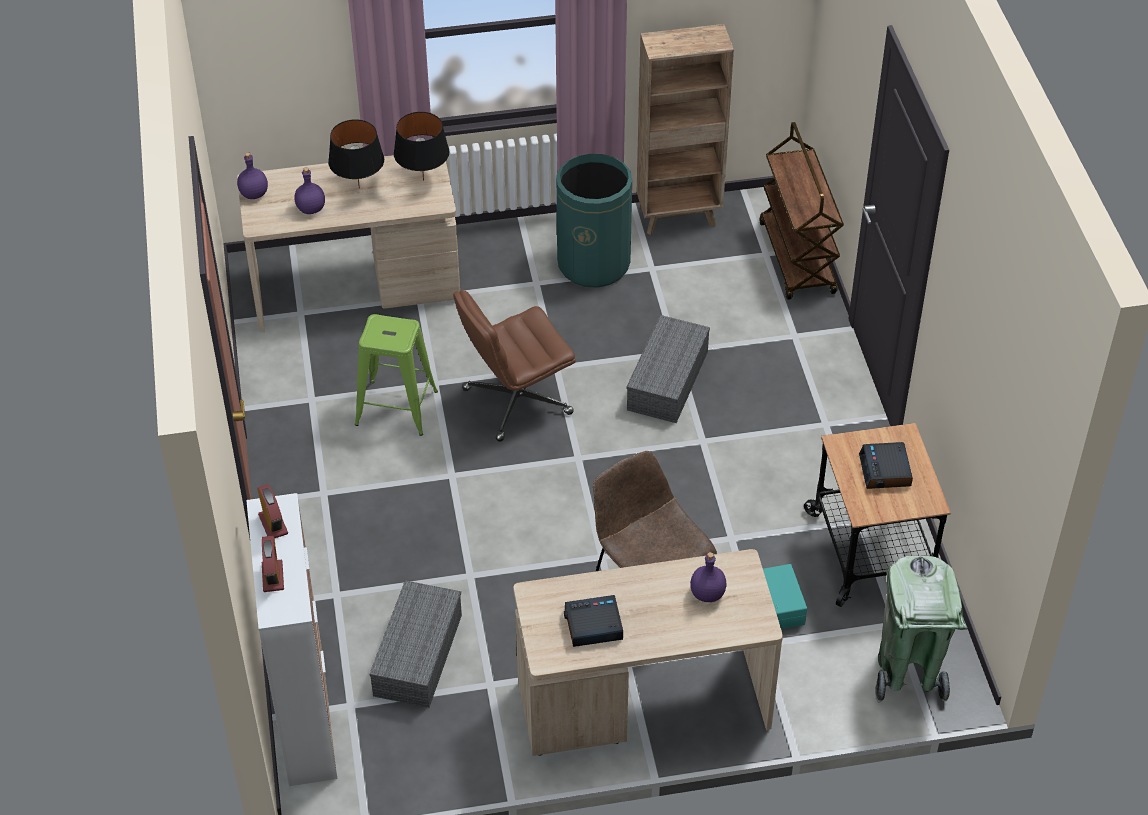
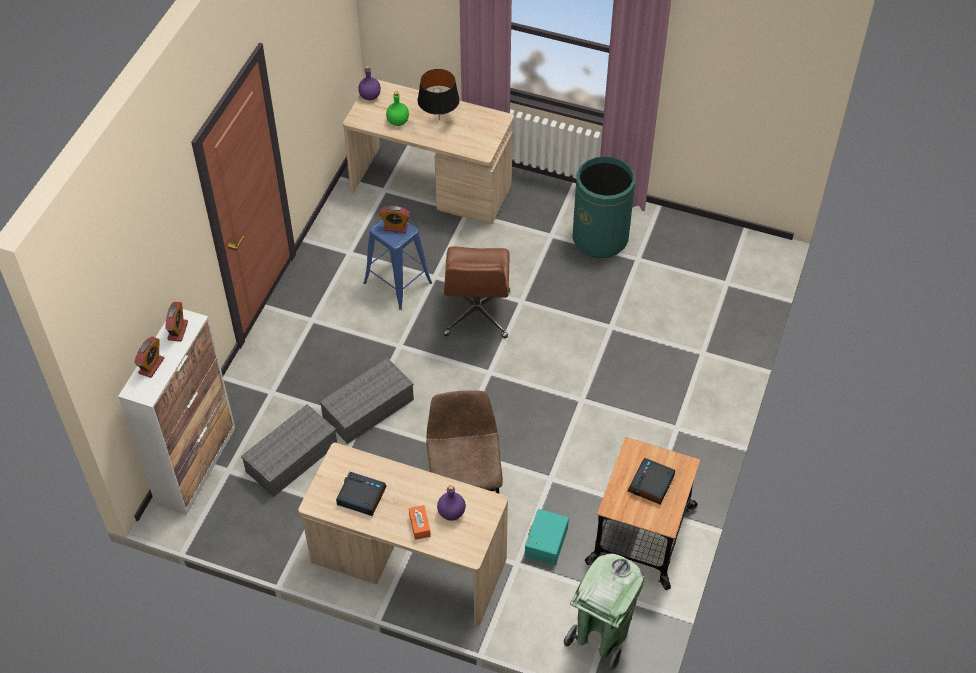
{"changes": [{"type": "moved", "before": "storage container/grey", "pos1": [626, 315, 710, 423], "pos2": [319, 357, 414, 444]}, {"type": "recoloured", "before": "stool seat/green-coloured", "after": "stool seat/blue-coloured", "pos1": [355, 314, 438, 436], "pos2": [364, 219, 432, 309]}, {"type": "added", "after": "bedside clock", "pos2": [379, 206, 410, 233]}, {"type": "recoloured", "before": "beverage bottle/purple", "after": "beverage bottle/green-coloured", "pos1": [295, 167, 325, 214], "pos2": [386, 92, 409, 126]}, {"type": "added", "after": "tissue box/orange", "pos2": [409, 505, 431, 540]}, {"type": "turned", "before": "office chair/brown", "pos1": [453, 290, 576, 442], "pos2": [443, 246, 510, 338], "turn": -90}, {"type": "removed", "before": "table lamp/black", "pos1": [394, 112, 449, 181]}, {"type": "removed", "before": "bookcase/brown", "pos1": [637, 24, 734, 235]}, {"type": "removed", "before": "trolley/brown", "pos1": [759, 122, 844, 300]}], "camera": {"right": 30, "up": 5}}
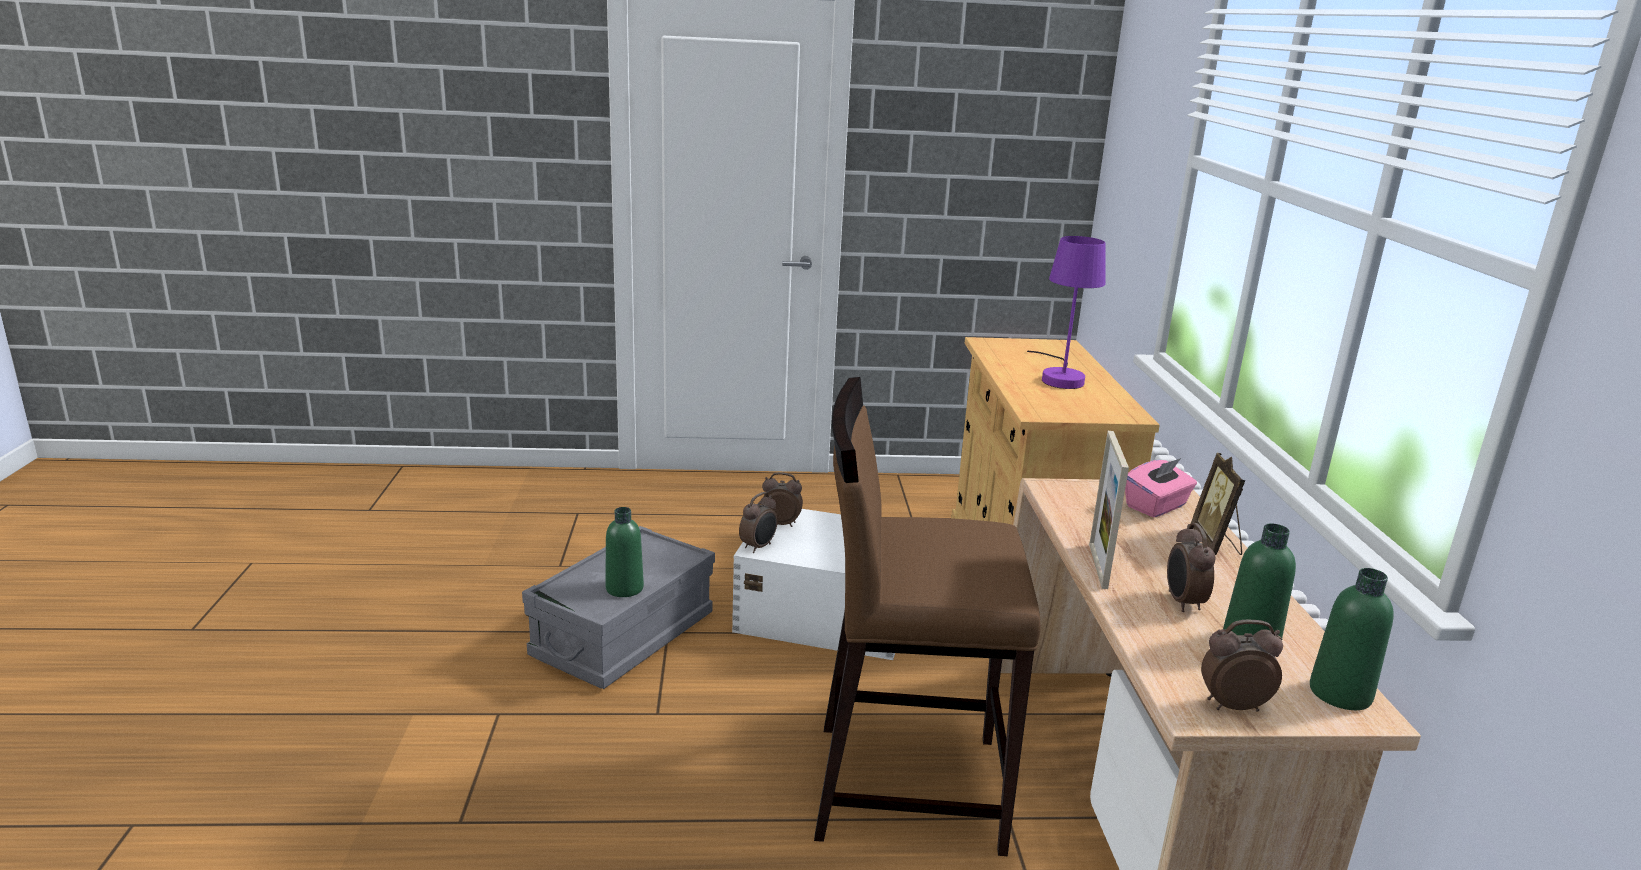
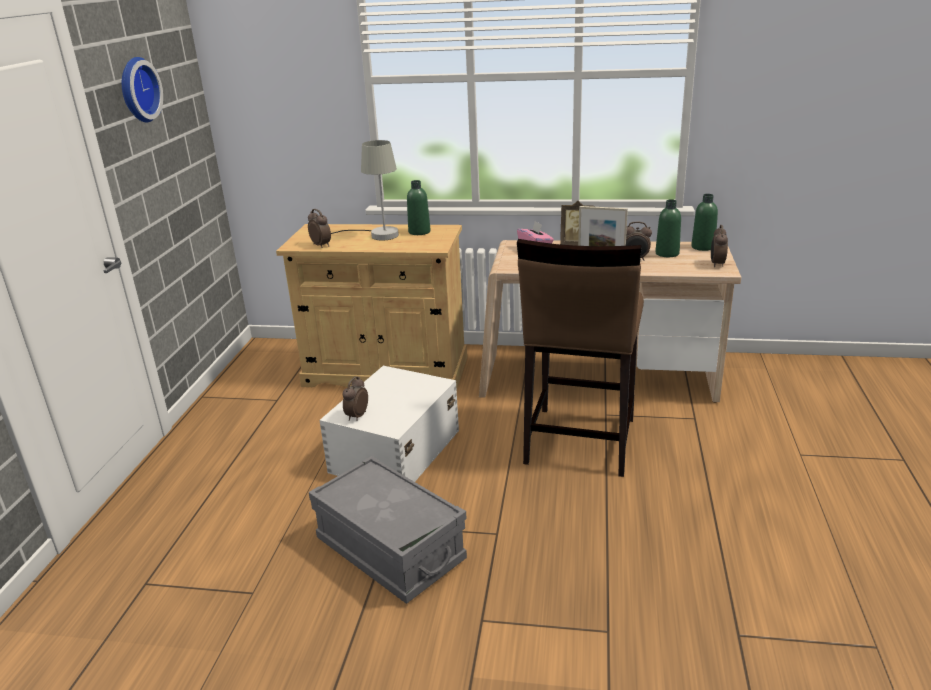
{"changes": [{"type": "added", "after": "clock on the wall", "pos2": [122, 57, 163, 122]}, {"type": "moved", "before": "bedside clock", "pos1": [739, 492, 778, 553], "pos2": [308, 209, 331, 248]}, {"type": "recoloured", "before": "table lamp/purple", "after": "table lamp/grey", "pos1": [1027, 236, 1105, 389], "pos2": [331, 140, 399, 240]}, {"type": "moved", "before": "beverage bottle/green-coloured", "pos1": [605, 507, 644, 597], "pos2": [407, 180, 431, 235]}], "camera": {"right": -75, "up": 5}}
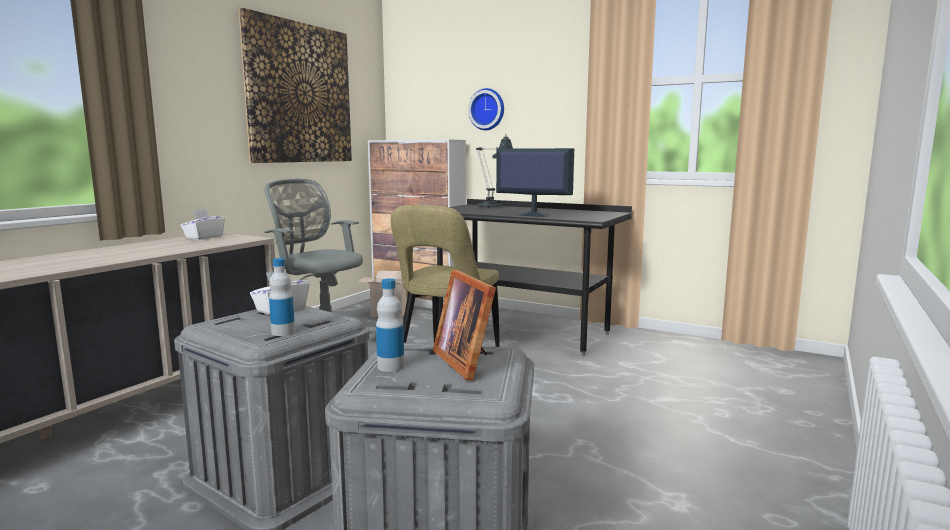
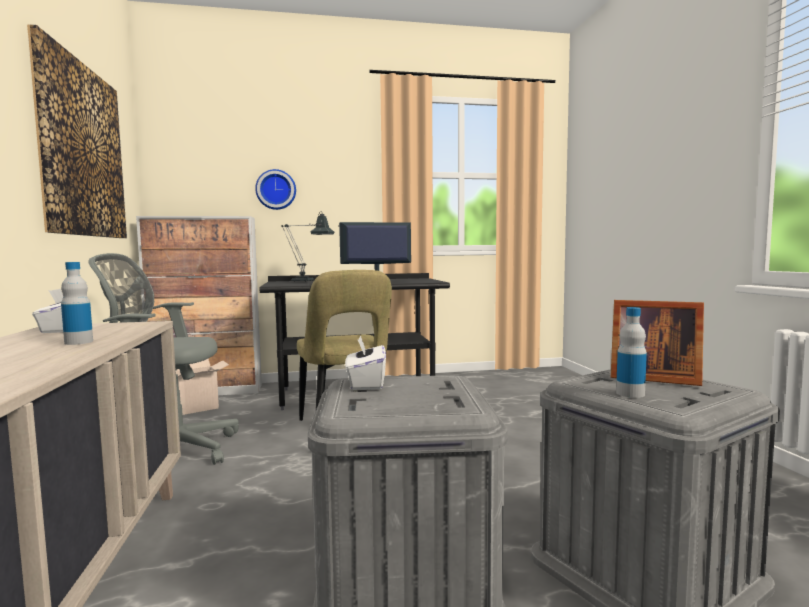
{"changes": [{"type": "moved", "before": "beverage bottle", "pos1": [269, 258, 295, 336], "pos2": [61, 262, 93, 345]}], "camera": {"right": -40, "up": -5}}
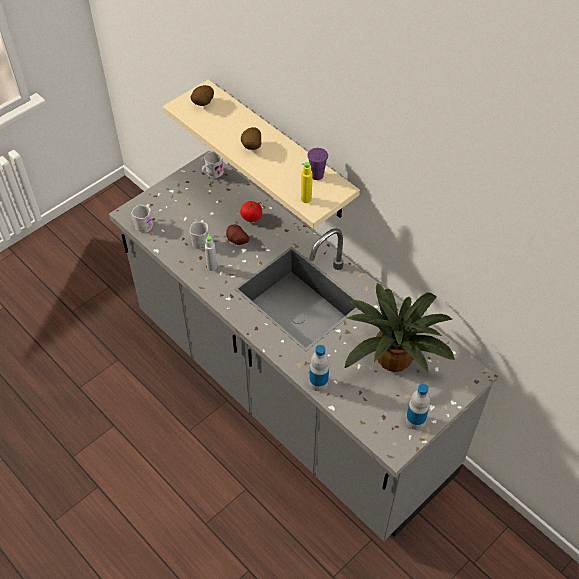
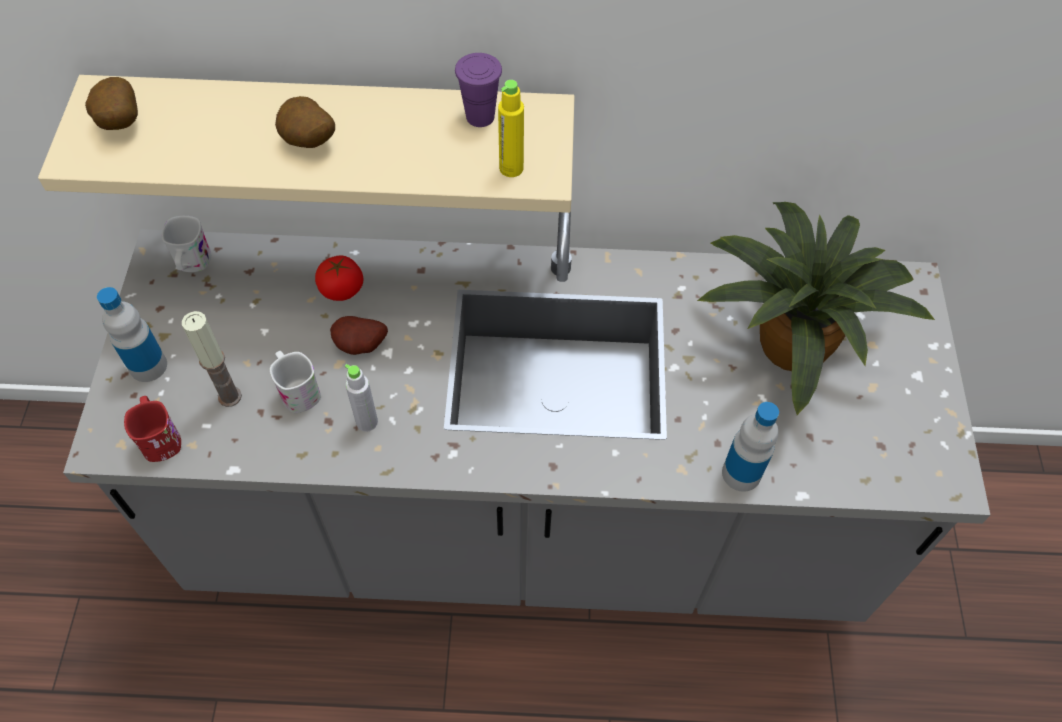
{"changes": [{"type": "moved", "before": "beverage bottle", "pos1": [406, 384, 430, 430], "pos2": [97, 287, 167, 382]}, {"type": "recoloured", "before": "tea mug/whitish", "after": "tea mug/red", "pos1": [132, 204, 153, 233], "pos2": [124, 396, 181, 462]}, {"type": "added", "after": "wax candle", "pos2": [182, 311, 242, 407]}], "camera": {"right": -45, "up": 5}}
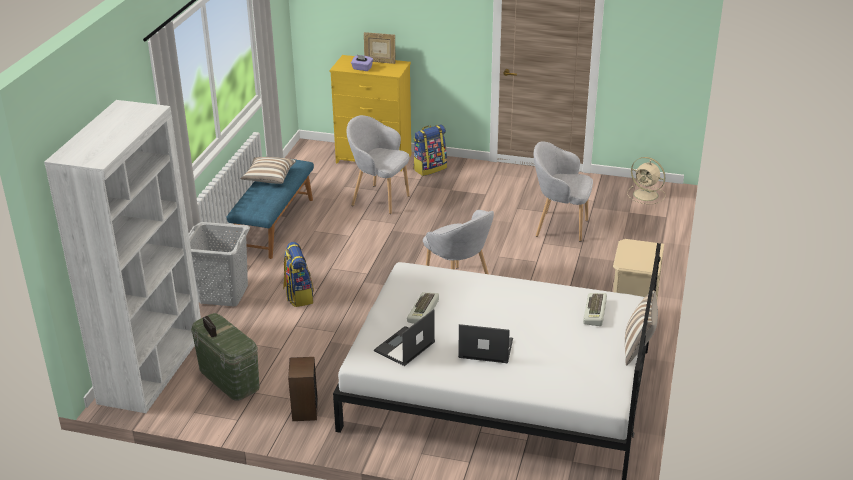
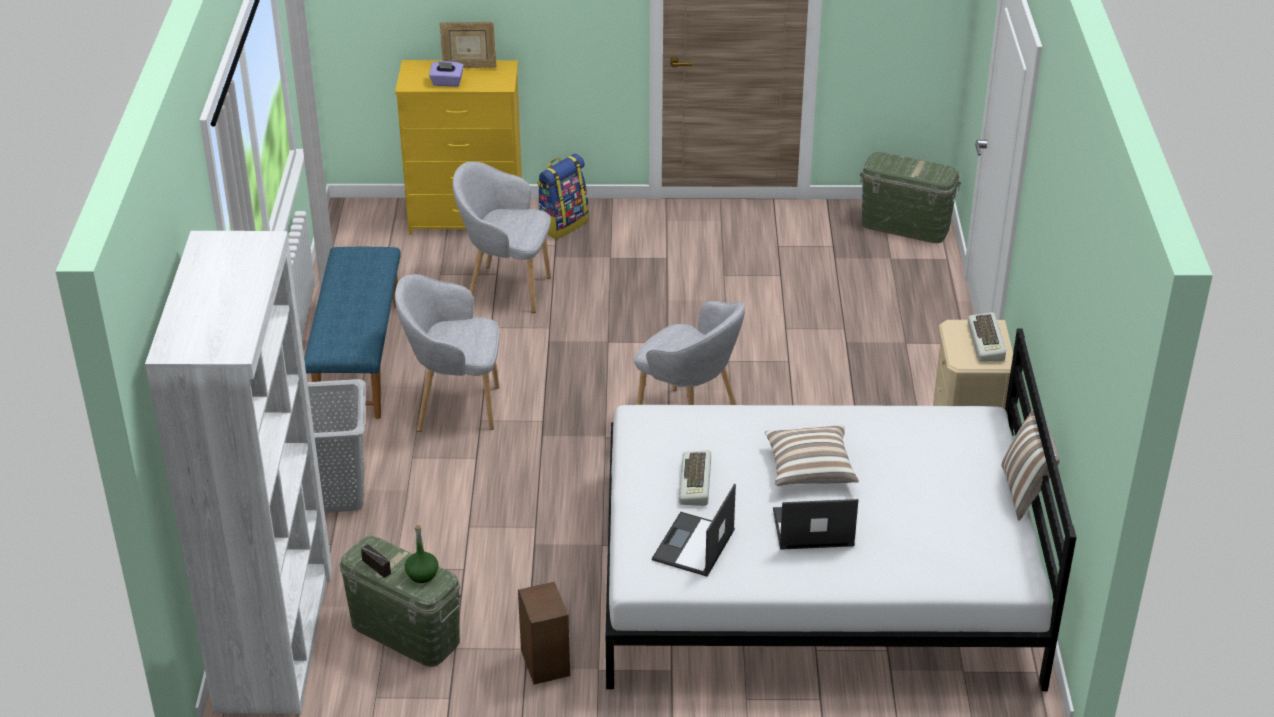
{"changes": [{"type": "moved", "before": "armchair/grey", "pos1": [534, 141, 593, 241], "pos2": [395, 274, 499, 432]}, {"type": "added", "after": "beverage bottle/green-coloured", "pos2": [405, 525, 439, 583]}, {"type": "moved", "before": "throw pillow", "pos1": [240, 157, 296, 184], "pos2": [765, 426, 859, 486]}, {"type": "replaced", "before": "fan/beige", "after": "storage container/green-coloured", "pos1": [627, 157, 666, 204], "pos2": [860, 152, 961, 243]}, {"type": "moved", "before": "PC keyboard", "pos1": [583, 293, 607, 326], "pos2": [968, 312, 1006, 361]}, {"type": "removed", "before": "backpack", "pos1": [283, 242, 314, 307]}], "camera": {"right": -15, "up": 5}}
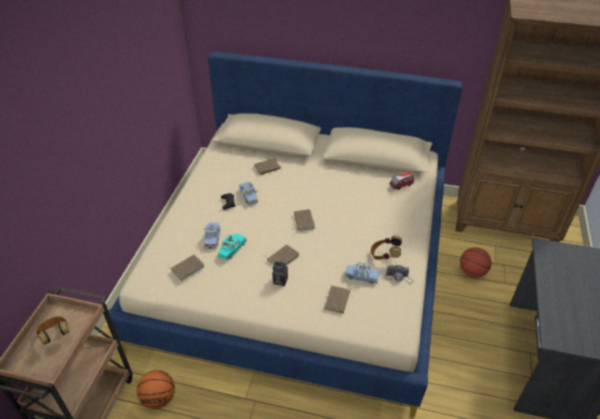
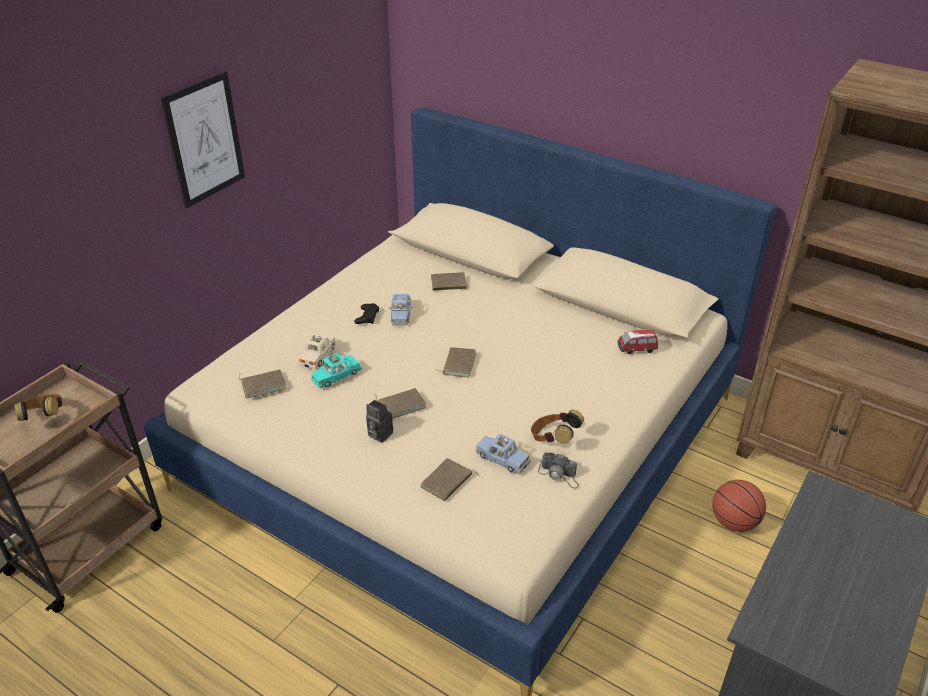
{"changes": [{"type": "added", "after": "wall picture", "pos2": [161, 71, 245, 208]}, {"type": "recoloured", "before": "toy car/blue-coloured", "after": "toy car/beige", "pos1": [204, 222, 221, 249], "pos2": [298, 333, 336, 370]}, {"type": "removed", "before": "basketball", "pos1": [136, 370, 175, 409]}], "camera": {"right": 20, "up": -5}}
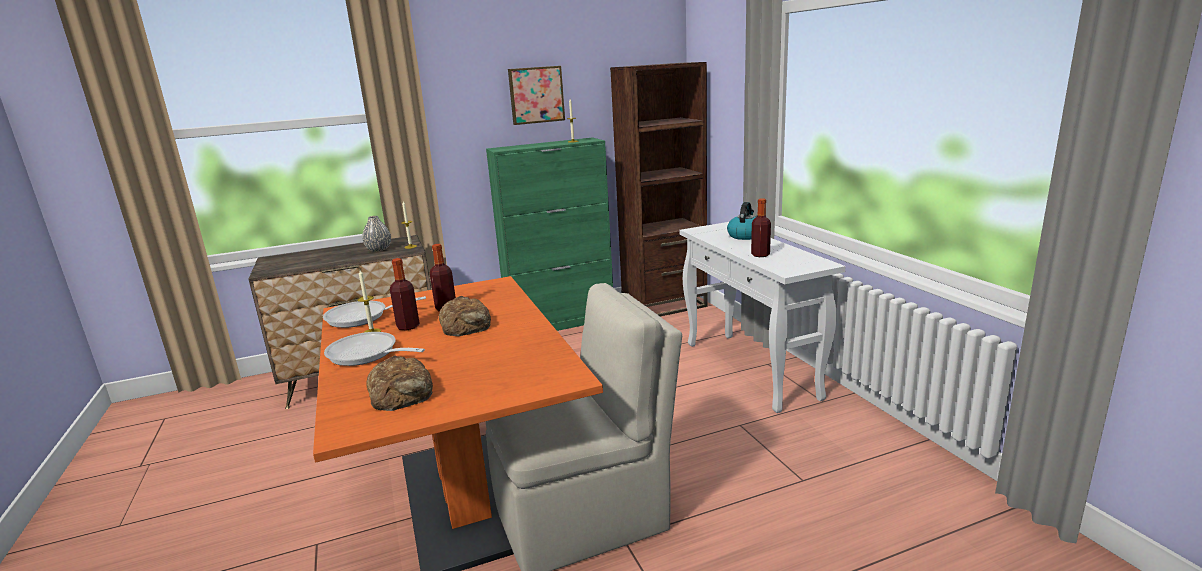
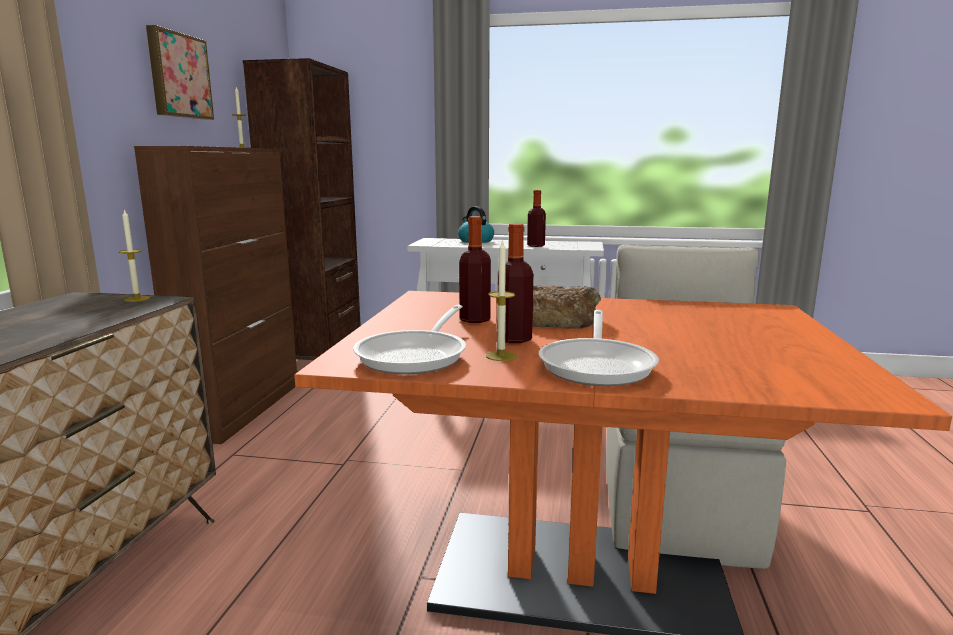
{"changes": [{"type": "recoloured", "before": "storage cabinet/green-coloured", "after": "storage cabinet/brown", "pos1": [486, 137, 613, 331], "pos2": [134, 146, 297, 444]}, {"type": "turned", "before": "skillet", "pos1": [324, 332, 425, 366], "pos2": [539, 310, 659, 386], "turn": -45}, {"type": "removed", "before": "vase/grey", "pos1": [362, 216, 391, 252]}, {"type": "removed", "before": "baked bread", "pos1": [366, 356, 433, 411]}], "camera": {"right": -60, "up": -5}}
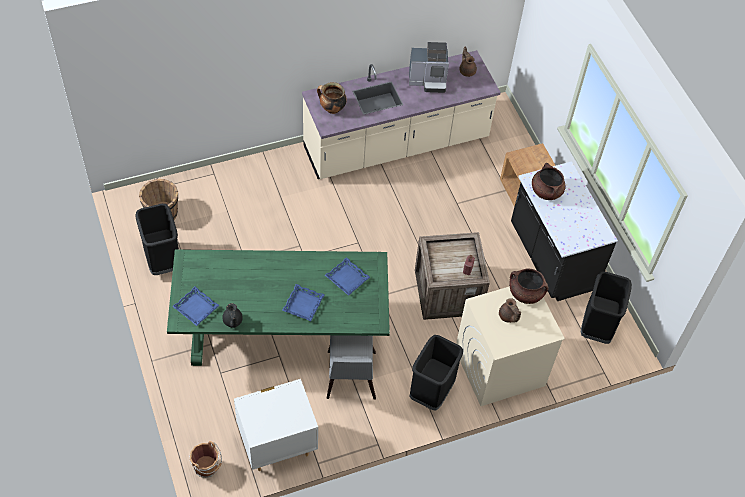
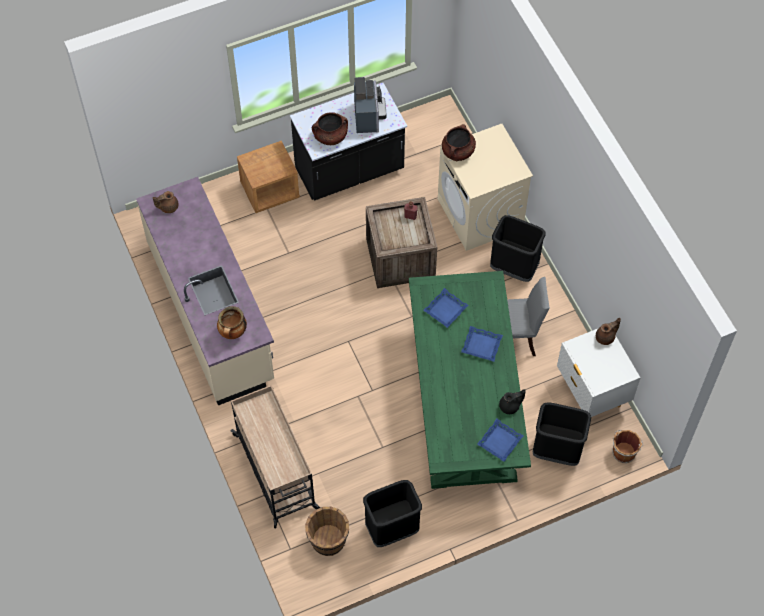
{"changes": [{"type": "added", "after": "trolley/beige", "pos2": [231, 385, 320, 528]}, {"type": "moved", "before": "coffee brewer", "pos1": [409, 42, 449, 93], "pos2": [354, 77, 386, 133]}, {"type": "moved", "before": "rubbish bin/black", "pos1": [581, 271, 632, 344], "pos2": [533, 402, 591, 466]}, {"type": "moved", "before": "teapot/brown", "pos1": [499, 298, 521, 323], "pos2": [596, 318, 621, 345]}], "camera": {"right": -90, "up": 5}}
